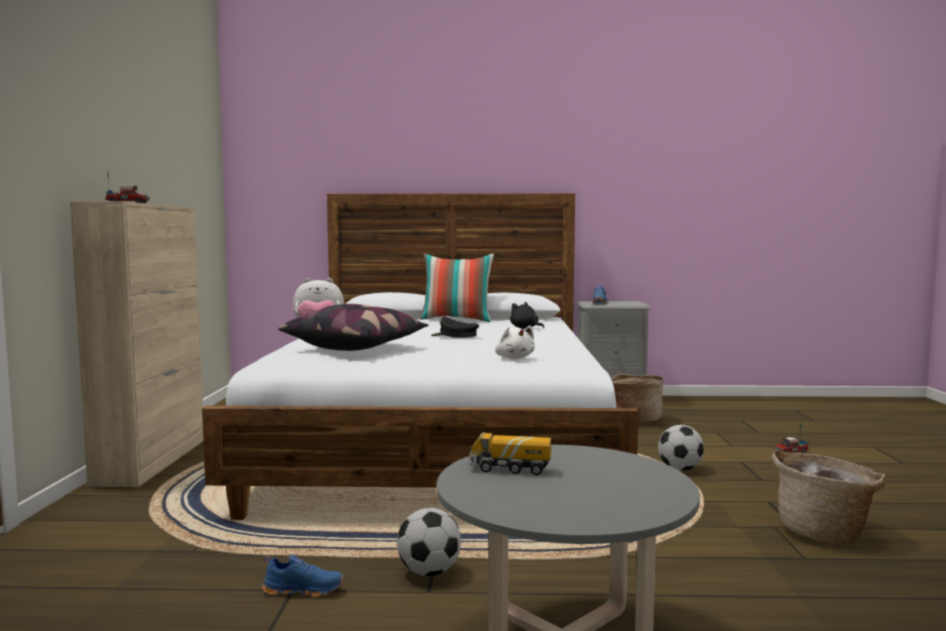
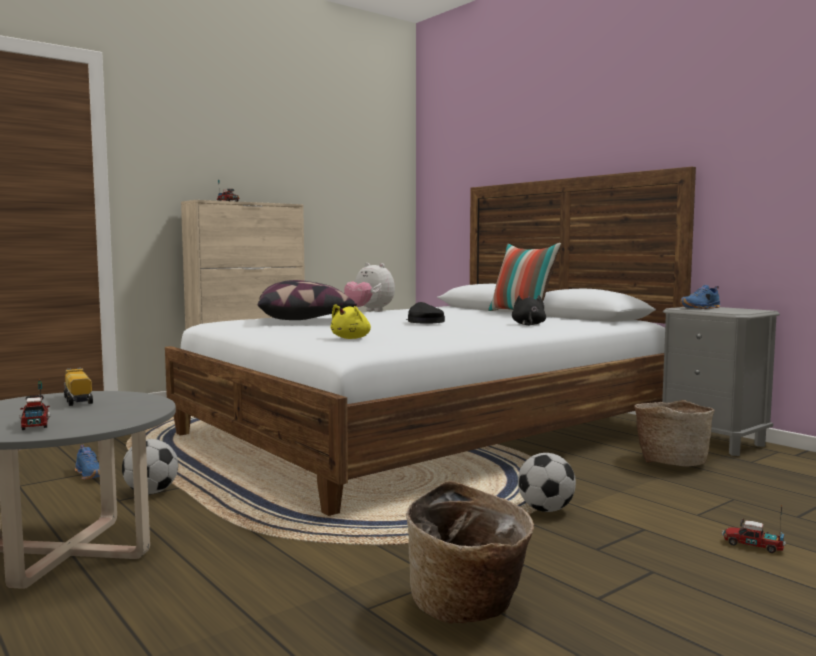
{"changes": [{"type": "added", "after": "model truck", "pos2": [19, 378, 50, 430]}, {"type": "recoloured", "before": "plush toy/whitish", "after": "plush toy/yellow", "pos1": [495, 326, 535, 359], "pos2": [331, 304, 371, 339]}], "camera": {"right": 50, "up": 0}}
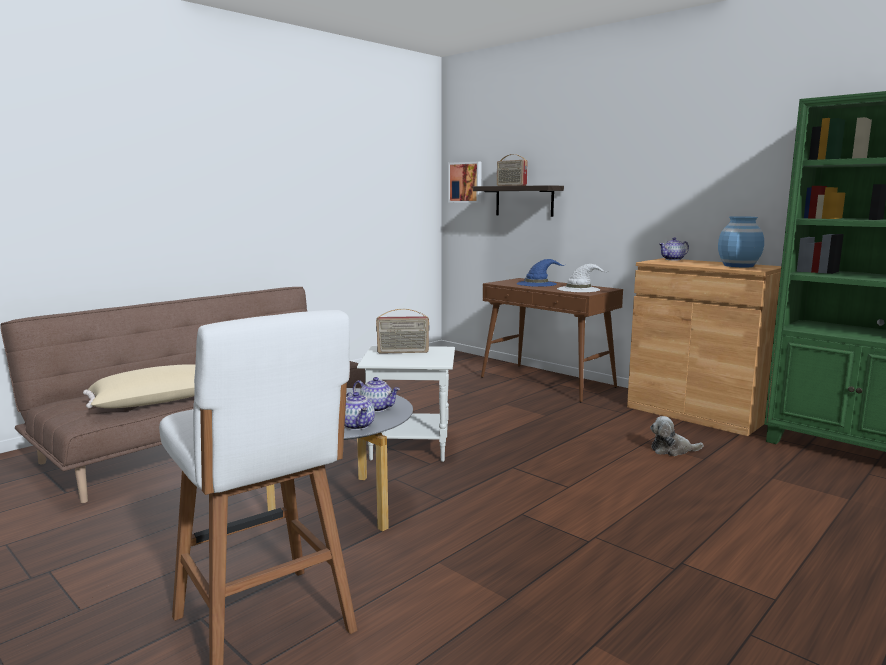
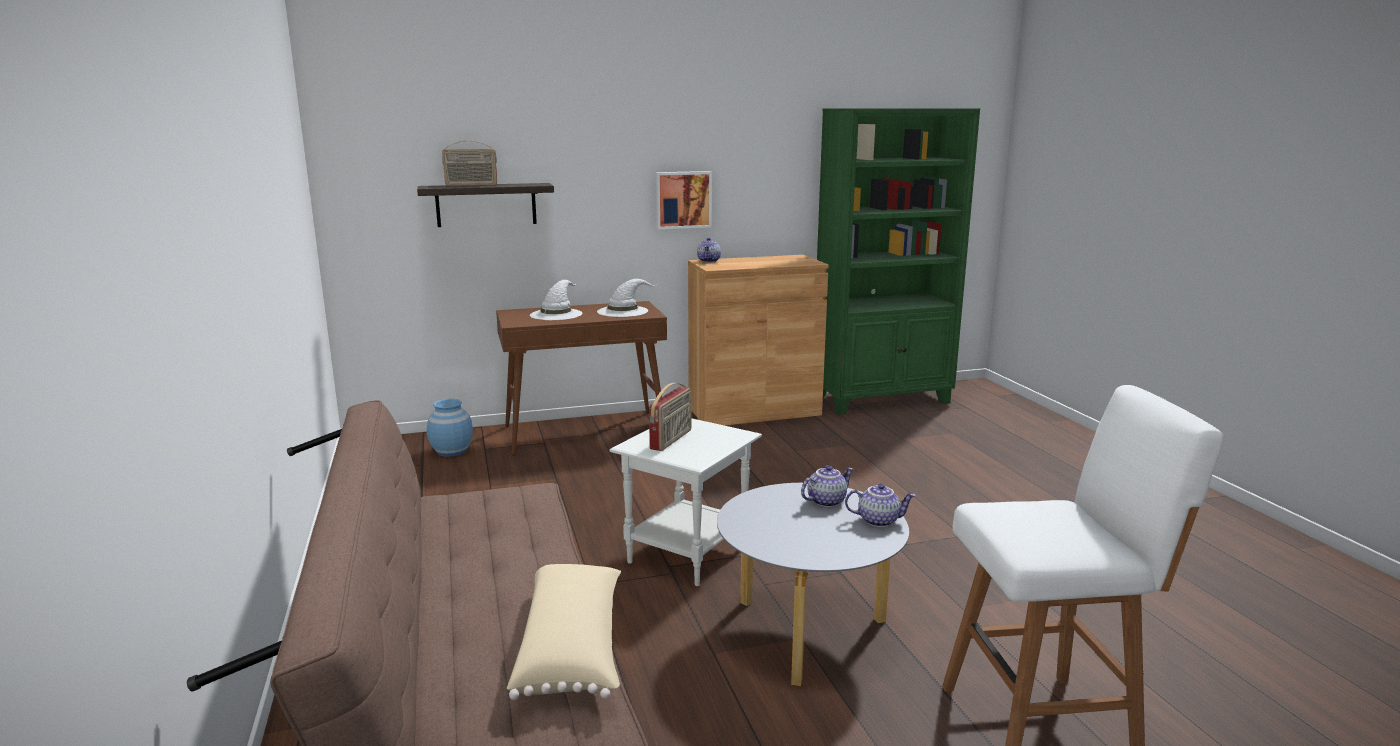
{"changes": [{"type": "moved", "before": "vase/blue-coloured", "pos1": [718, 216, 764, 267], "pos2": [427, 399, 473, 457]}, {"type": "recoloured", "before": "wearable hat/blue-coloured", "after": "wearable hat/whitish", "pos1": [516, 259, 564, 287], "pos2": [530, 280, 582, 320]}, {"type": "moved", "before": "wall picture", "pos1": [448, 162, 482, 203], "pos2": [656, 171, 712, 229]}, {"type": "removed", "before": "plush toy", "pos1": [650, 416, 703, 456]}], "camera": {"right": -60, "up": 5}}
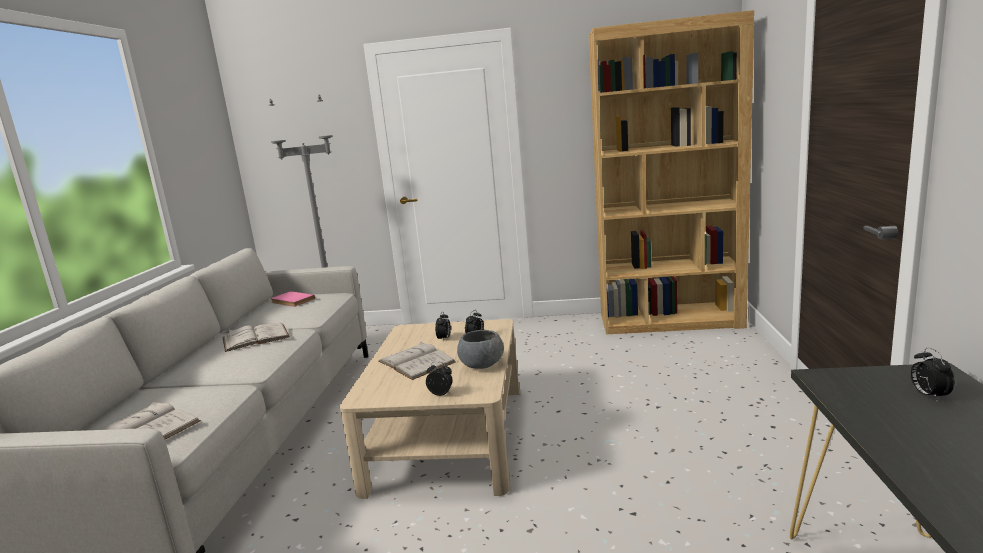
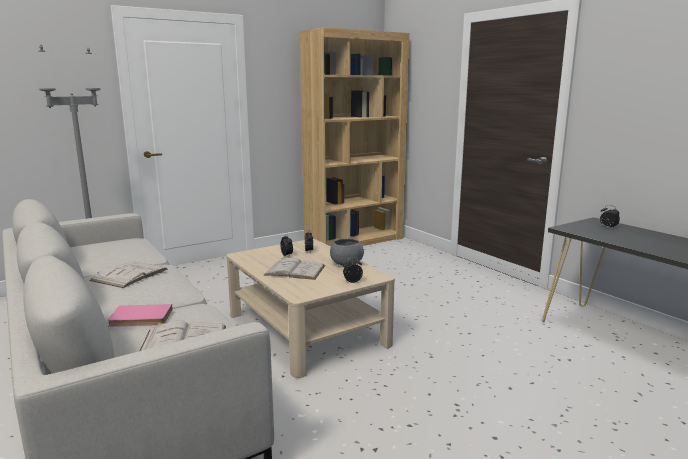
{"changes": [{"type": "moved", "before": "book/pinkish", "pos1": [271, 291, 315, 307], "pos2": [108, 304, 173, 327]}], "camera": {"right": -40, "up": 0}}
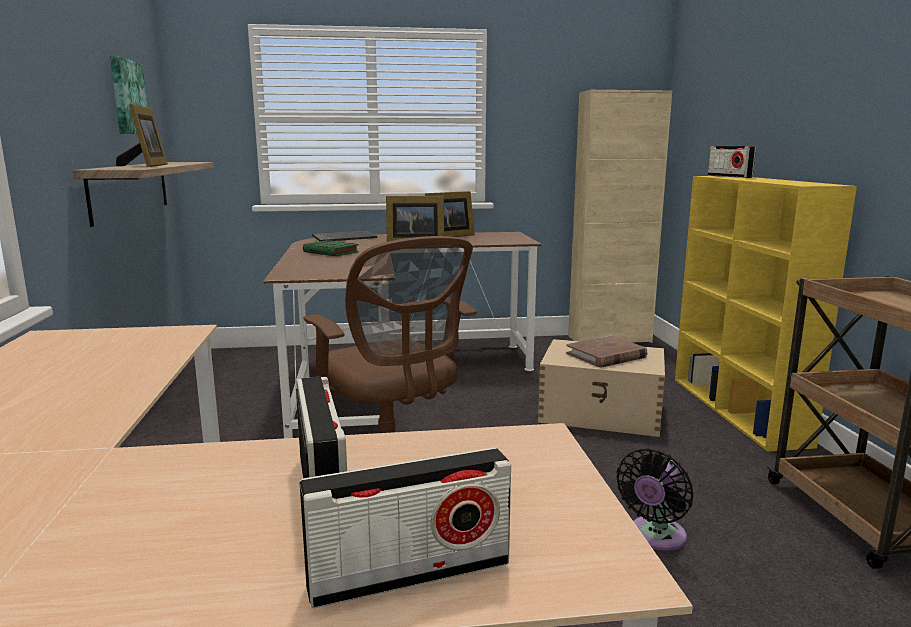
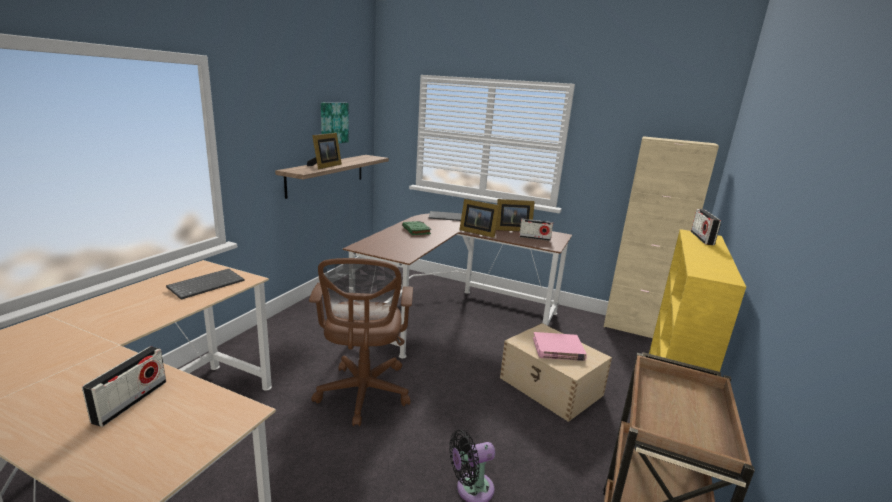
{"changes": [{"type": "added", "after": "PC keyboard", "pos2": [166, 269, 244, 300]}, {"type": "moved", "before": "radio receiver", "pos1": [300, 447, 511, 608], "pos2": [519, 219, 553, 241]}, {"type": "recoloured", "before": "book/brown", "after": "book/pinkish", "pos1": [566, 336, 648, 367], "pos2": [533, 332, 587, 361]}], "camera": {"right": 30, "up": 5}}
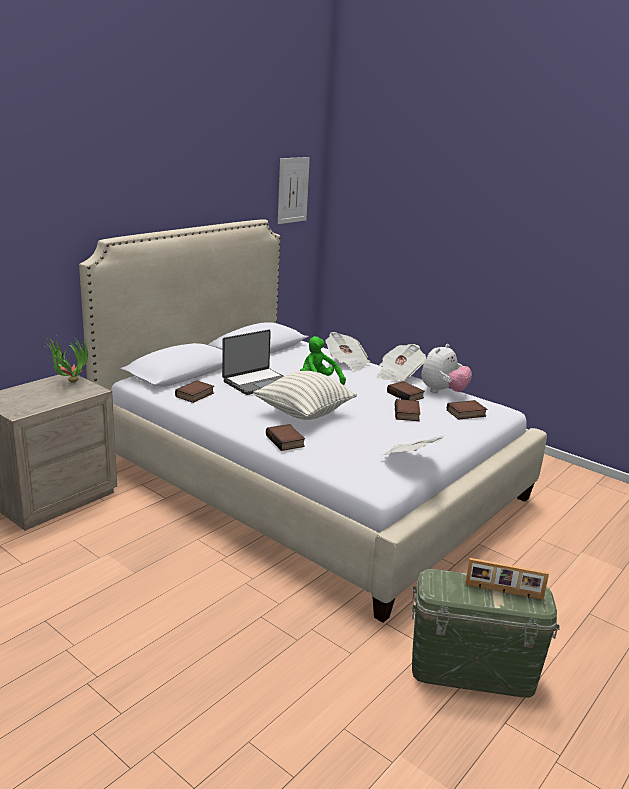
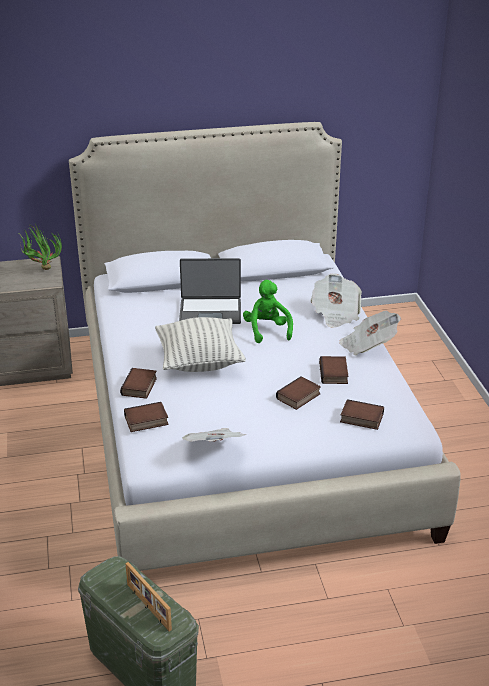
{"changes": [{"type": "moved", "before": "book", "pos1": [175, 381, 214, 403], "pos2": [124, 402, 169, 432]}, {"type": "removed", "before": "wall picture", "pos1": [278, 157, 310, 224]}, {"type": "removed", "before": "plush toy", "pos1": [421, 344, 472, 393]}], "camera": {"right": 40, "up": 10}}
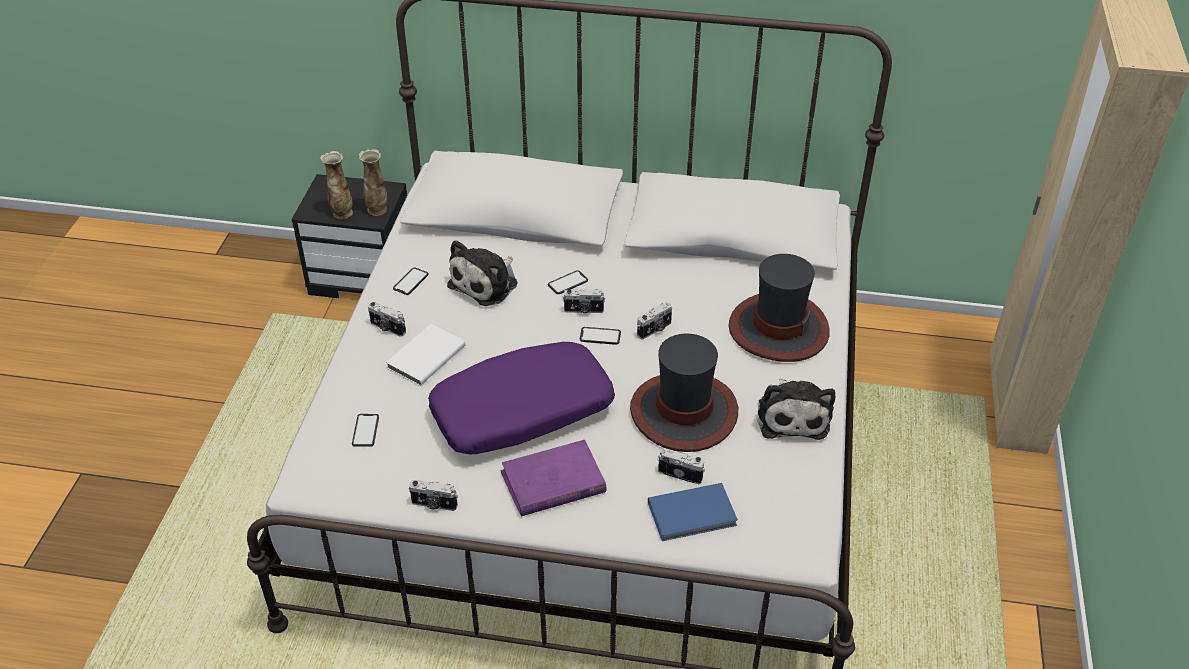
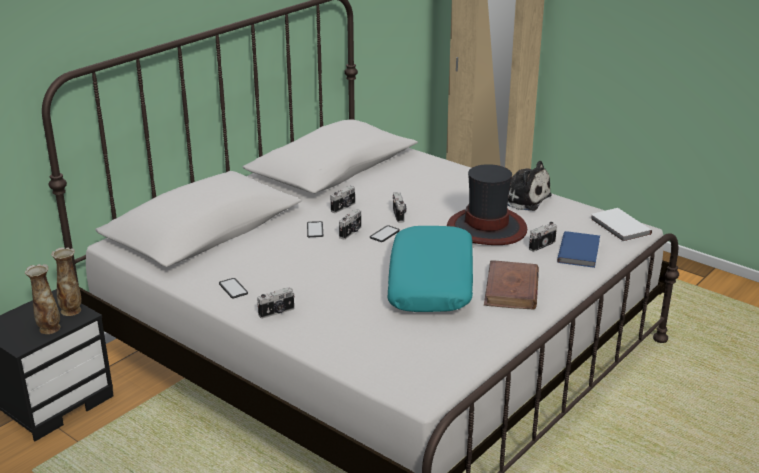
{"changes": [{"type": "moved", "before": "photo camera", "pos1": [409, 480, 458, 511], "pos2": [331, 186, 355, 213]}, {"type": "recoloured", "before": "throw pillow/purple", "after": "throw pillow/turquoise-coloured", "pos1": [428, 342, 615, 454], "pos2": [388, 226, 473, 312]}, {"type": "recoloured", "before": "book/purple", "after": "book/brown", "pos1": [500, 440, 607, 517], "pos2": [484, 260, 539, 310]}, {"type": "moved", "before": "book/whitish", "pos1": [386, 324, 466, 386], "pos2": [590, 208, 652, 242]}, {"type": "removed", "before": "handset", "pos1": [352, 414, 379, 447]}, {"type": "removed", "before": "plush toy", "pos1": [447, 240, 517, 306]}, {"type": "removed", "before": "wearable hat", "pos1": [729, 254, 830, 362]}], "camera": {"right": -60, "up": -15}}
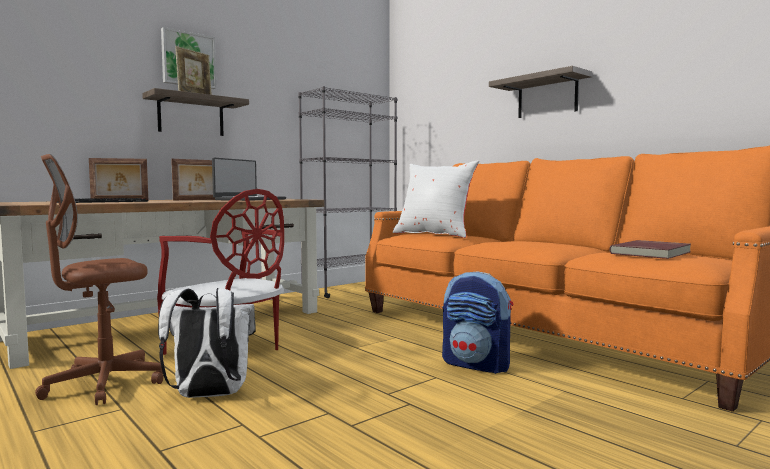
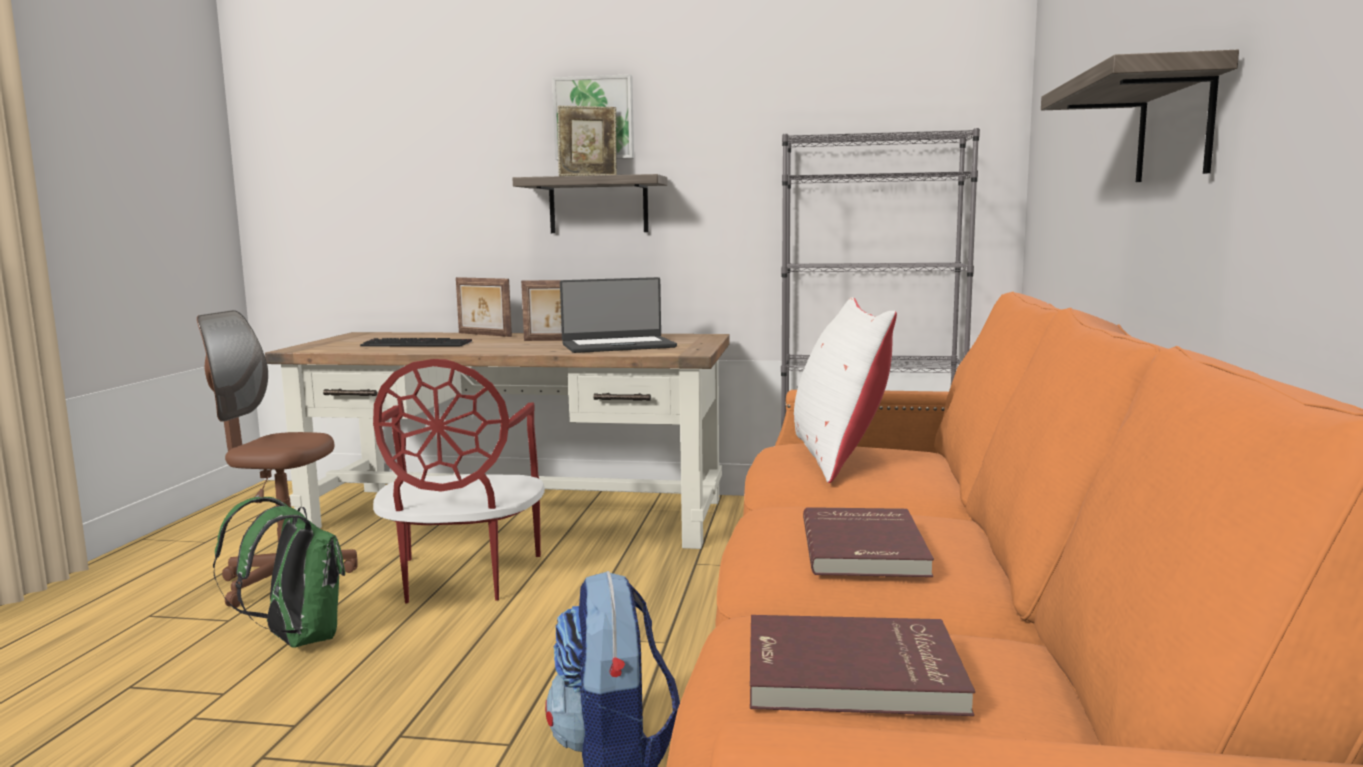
{"changes": [{"type": "recoloured", "before": "backpack/whitish", "after": "backpack/green-coloured", "pos1": [158, 288, 256, 398], "pos2": [213, 497, 345, 648]}, {"type": "added", "after": "book/red", "pos2": [803, 507, 934, 577]}], "camera": {"right": 50, "up": 5}}
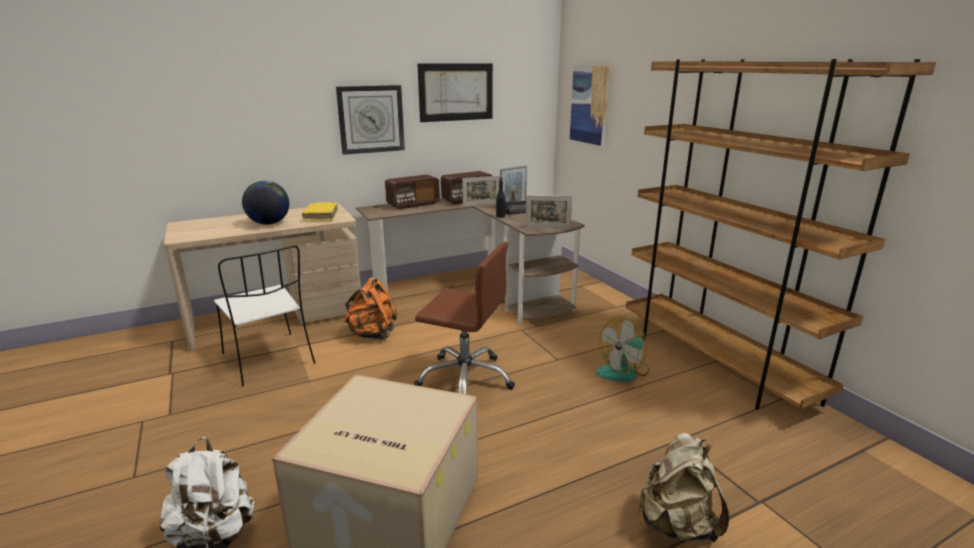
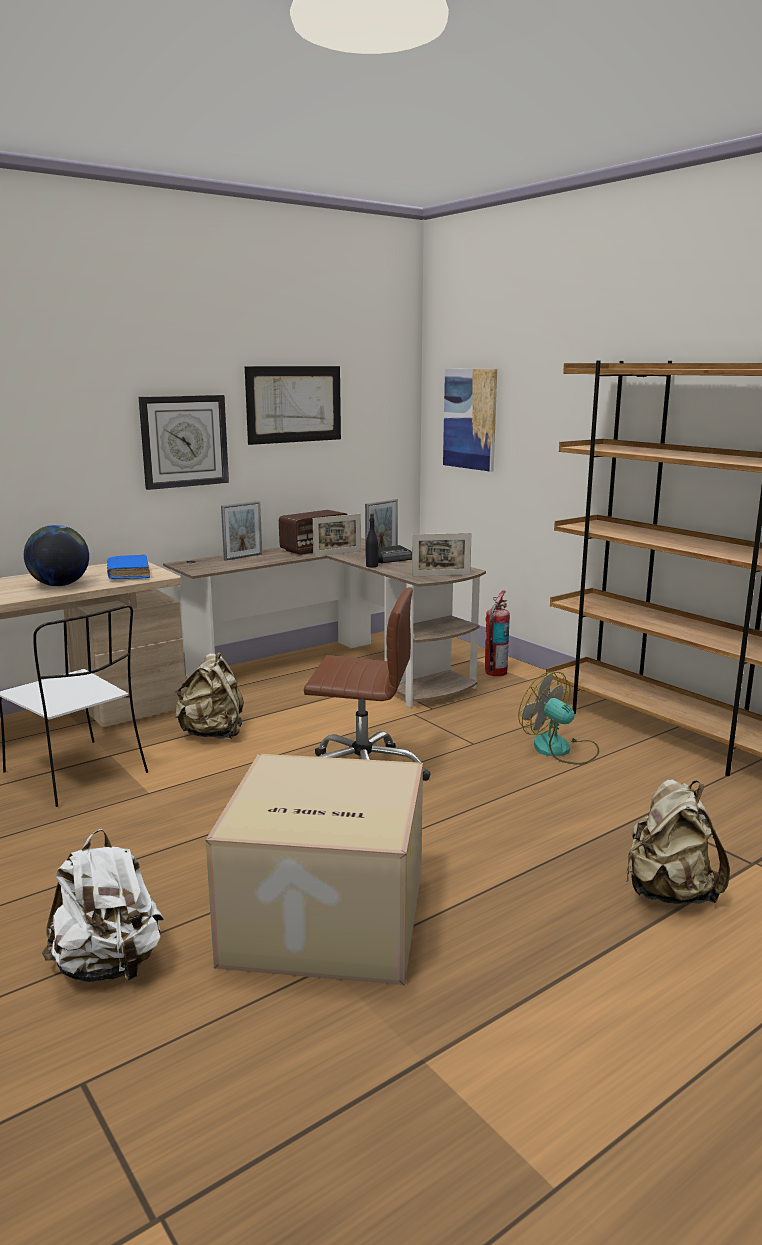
{"changes": [{"type": "recoloured", "before": "book/yellow", "after": "book/blue-coloured", "pos1": [302, 202, 338, 221], "pos2": [107, 555, 150, 579]}, {"type": "recoloured", "before": "backpack/orange", "after": "backpack/beige", "pos1": [344, 277, 397, 340], "pos2": [175, 652, 244, 739]}, {"type": "replaced", "before": "radio receiver", "after": "standing frame", "pos1": [385, 174, 440, 209], "pos2": [221, 501, 262, 561]}, {"type": "added", "after": "extinguisher", "pos2": [485, 591, 510, 676]}, {"type": "turned", "before": "fan", "pos1": [596, 316, 650, 382], "pos2": [518, 672, 599, 765], "turn": 90}], "camera": {"right": -10, "up": -5}}
